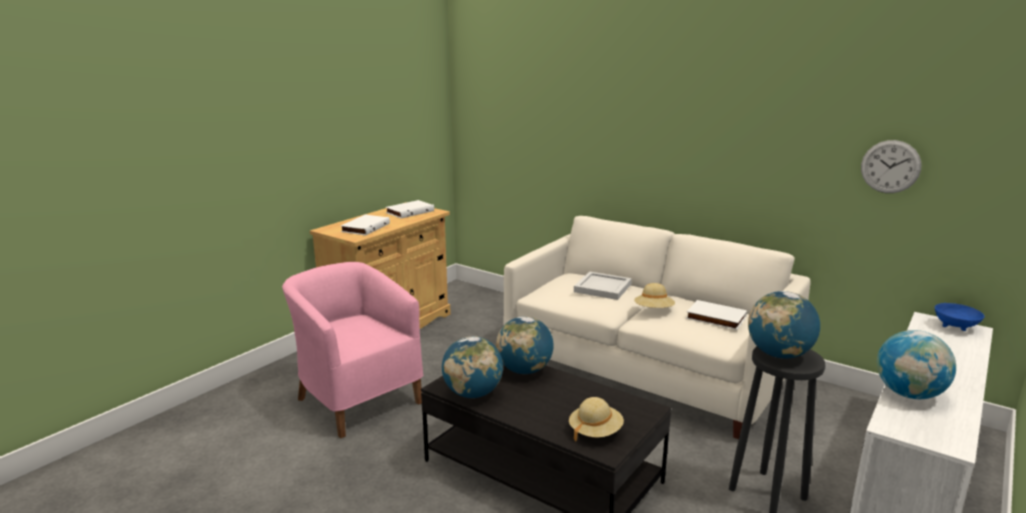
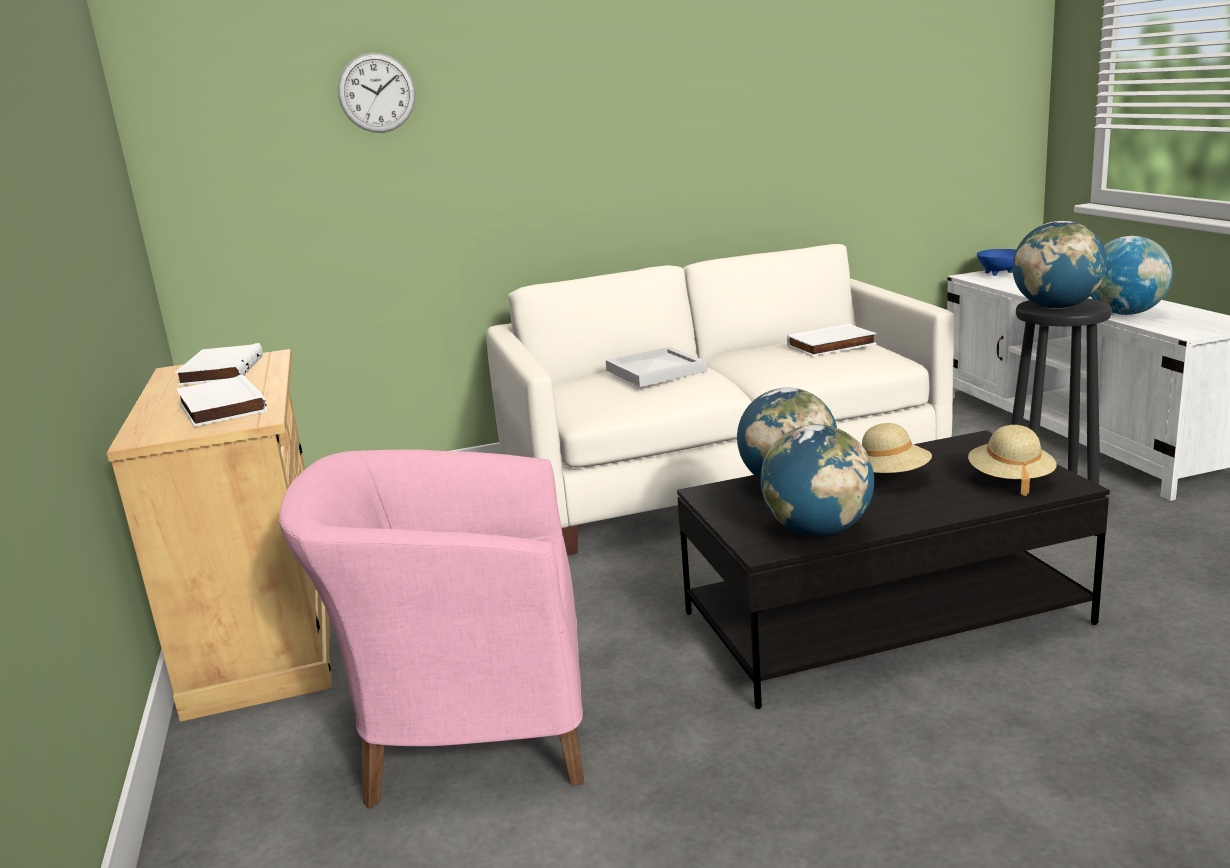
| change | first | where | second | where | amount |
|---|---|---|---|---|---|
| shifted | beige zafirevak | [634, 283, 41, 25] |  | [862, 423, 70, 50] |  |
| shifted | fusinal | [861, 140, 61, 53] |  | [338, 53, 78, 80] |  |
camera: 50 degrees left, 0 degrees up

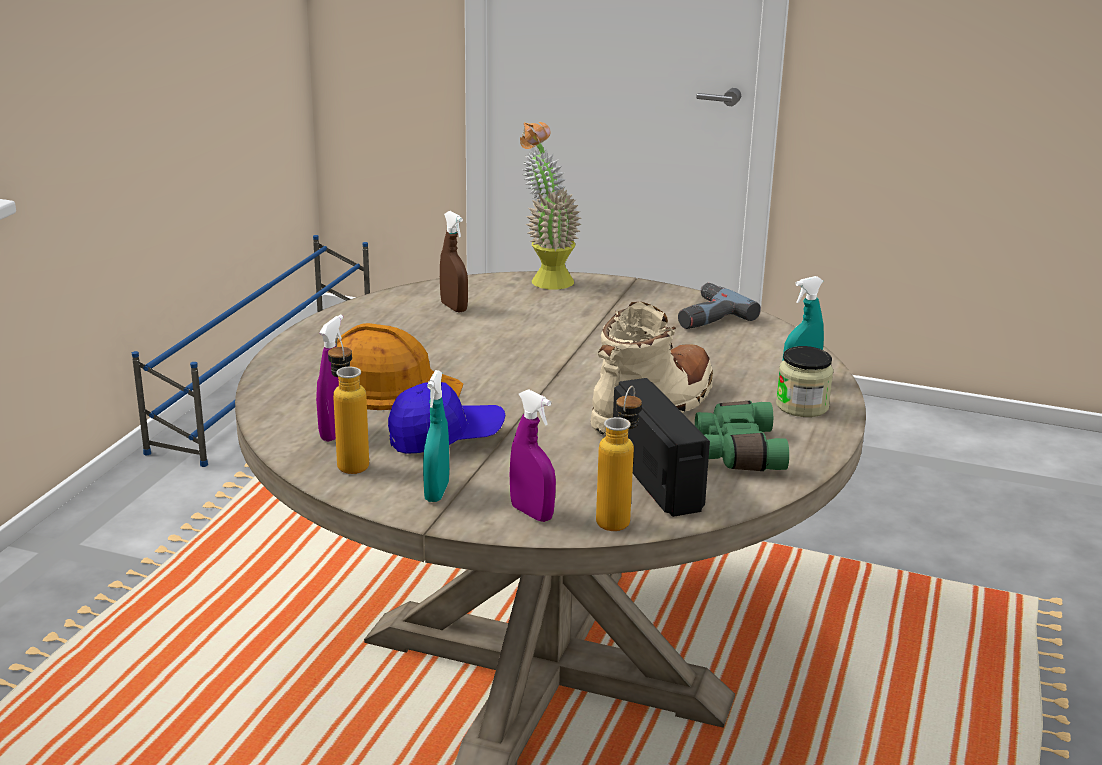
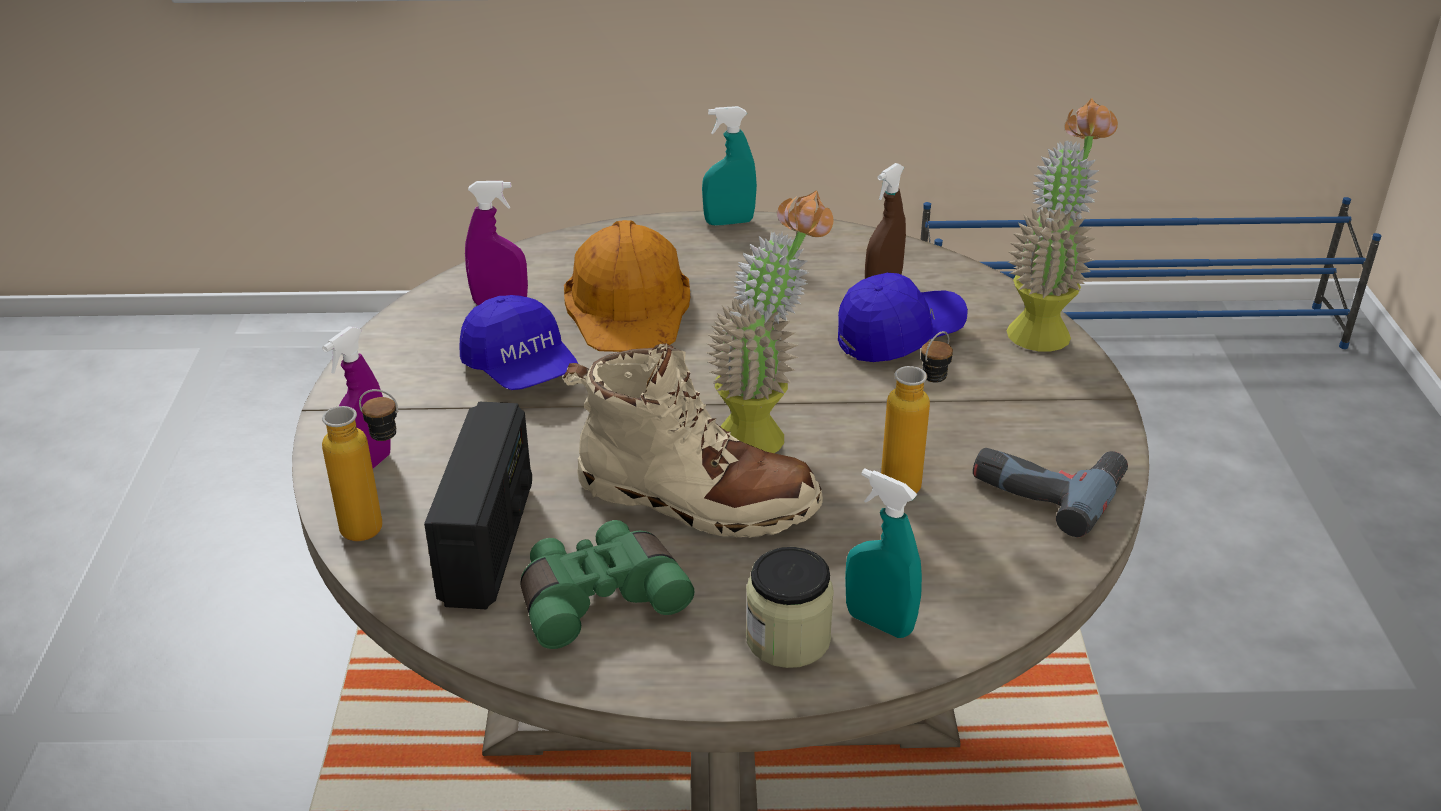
| change | first | where | second | where | amount |
|---|---|---|---|---|---|
| shifted | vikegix | [328, 337, 41, 137] |  | [881, 331, 72, 162] |  |
| shifted | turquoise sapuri | [423, 370, 26, 132] |  | [702, 106, 55, 119] |  |
| rotated | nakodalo | [613, 378, 97, 139] |  | [424, 402, 108, 207] | 45 degrees counterclockwise |
| new |  |  | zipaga | [706, 191, 127, 262] |  |
| new |  |  | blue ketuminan | [838, 272, 130, 90] |  |
camera: 70 degrees right, 10 degrees up

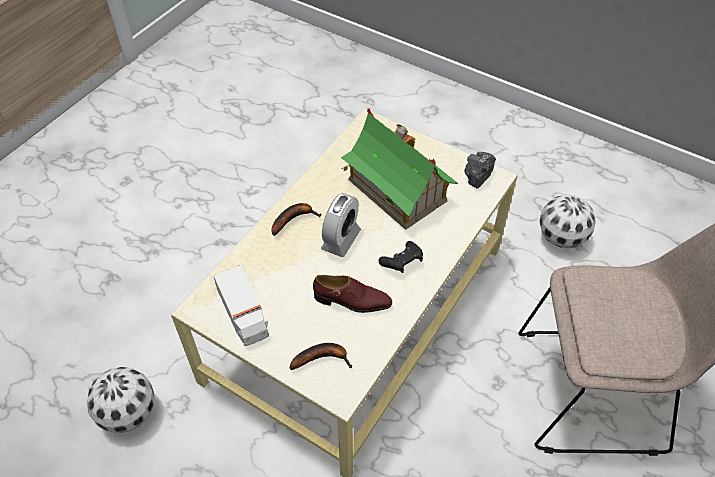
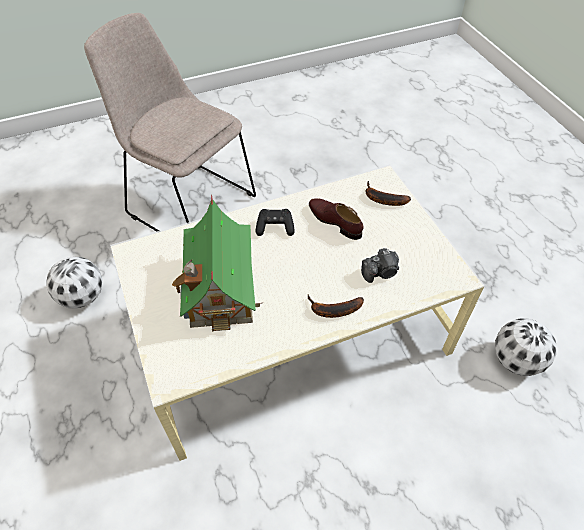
| change | first | where | second | where | amount |
|---|---|---|---|---|---|
| gone | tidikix | [213, 265, 56, 81] |  |  |  |
| gone | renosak | [321, 193, 40, 64] |  |  |  |
| shifted | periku | [464, 152, 32, 37] |  | [361, 248, 38, 35] |  |
camera: 145 degrees left, 0 degrees up

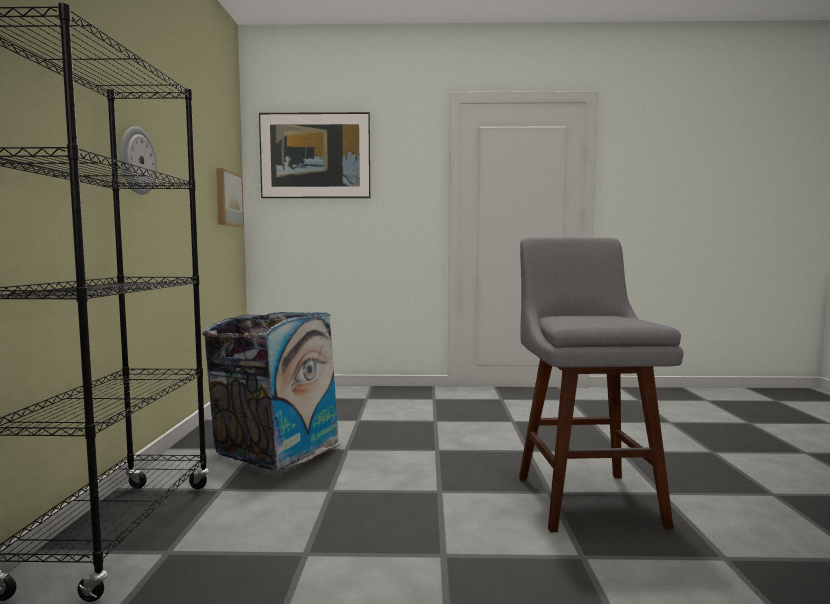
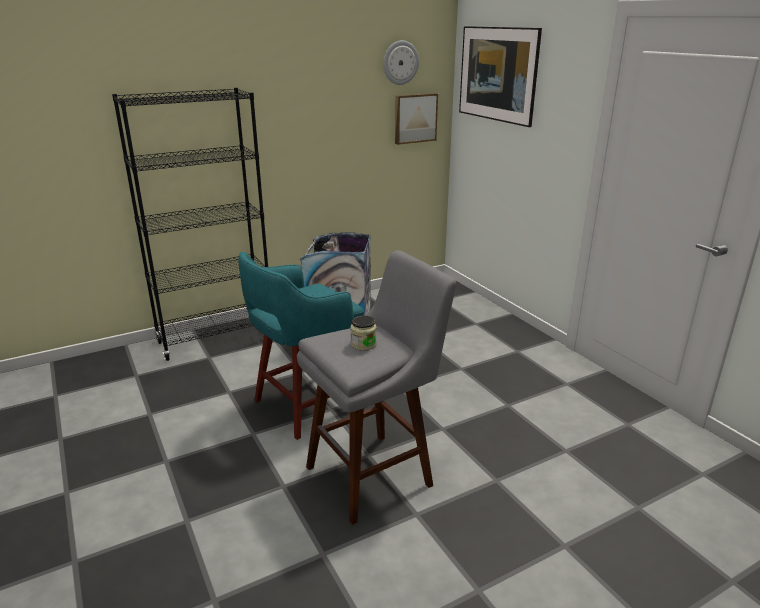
| change | first | where | second | where | amount |
|---|---|---|---|---|---|
| shifted | fusinal | [120, 126, 37, 69] |  | [383, 40, 36, 45] |  |
| new |  |  | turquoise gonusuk | [238, 252, 129, 188] |  |
| new |  |  | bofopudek | [350, 315, 27, 36] |  |
camera: 60 degrees right, 20 degrees up

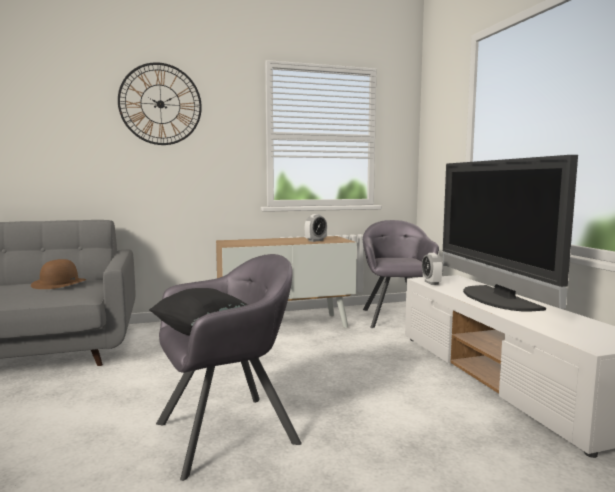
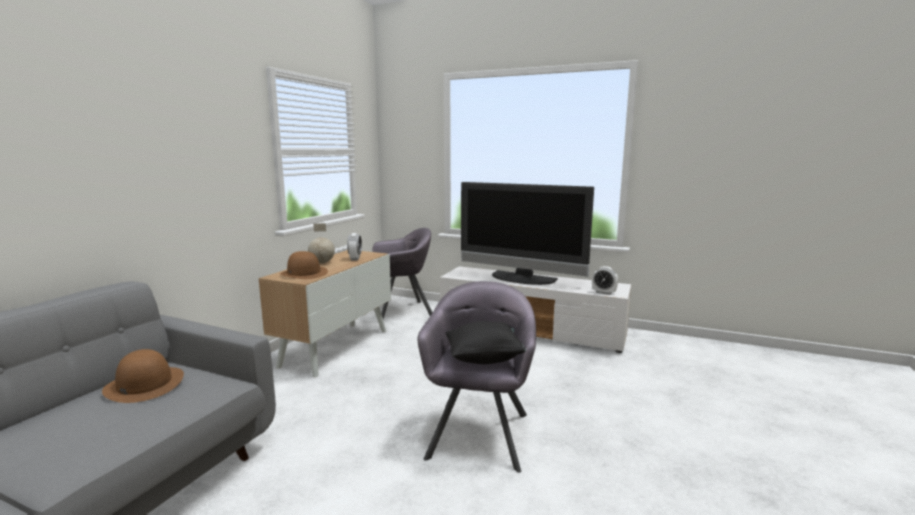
| change | first | where | second | where | amount |
|---|---|---|---|---|---|
| gone | fusinal | [118, 62, 84, 83] |  |  |  |
| rotated | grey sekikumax | [363, 220, 76, 108] |  | [372, 228, 61, 96] | 120 degrees clockwise |
| shifted | renosak | [422, 253, 21, 32] |  | [592, 266, 26, 29] |  |
| new |  |  | brown zafirevak | [280, 251, 48, 28] |  |
| new |  |  | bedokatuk | [308, 223, 27, 40] |  |
camera: 50 degrees left, 5 degrees up

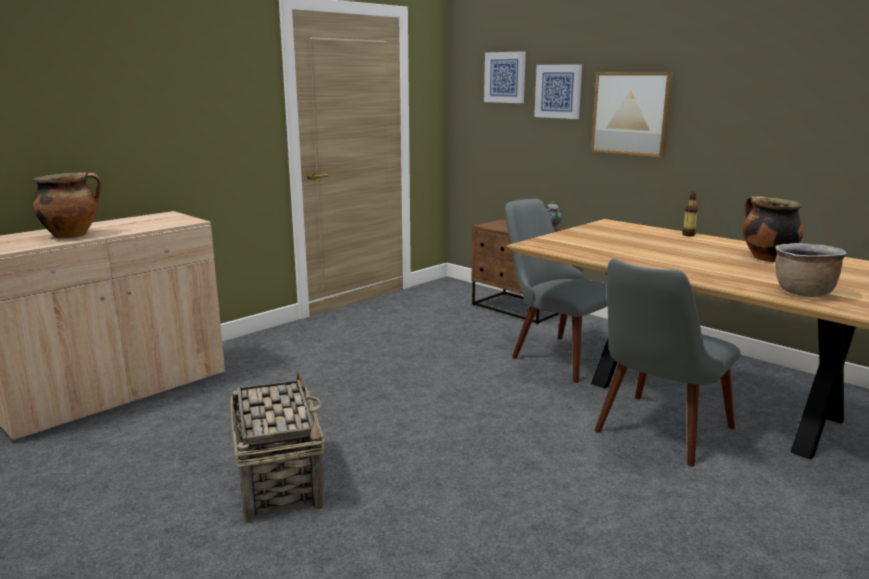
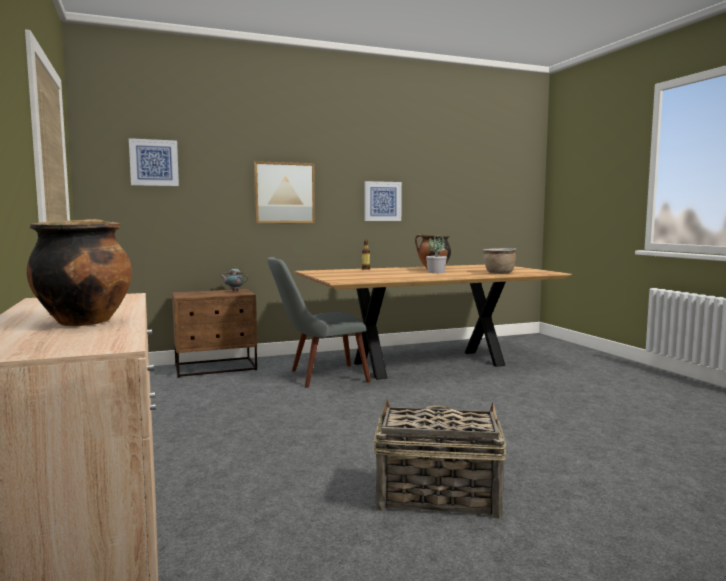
| change | first | where | second | where | amount |
|---|---|---|---|---|---|
| shifted | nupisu | [534, 64, 48, 55] |  | [365, 181, 37, 40] |  |
| gone | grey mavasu | [595, 258, 145, 209] |  |  |  |
| new |  |  | zipaga | [426, 236, 21, 37] |  |
camera: 65 degrees left, 10 degrees down

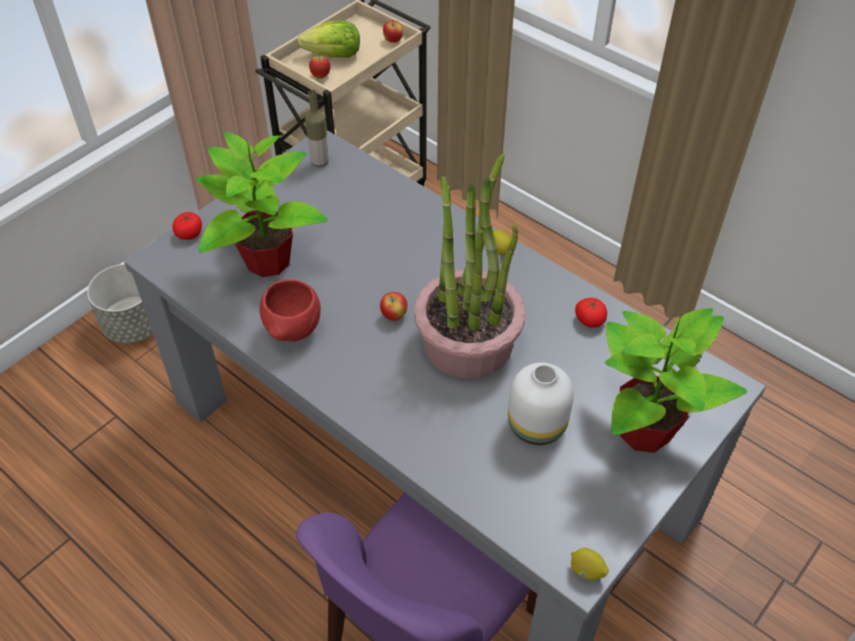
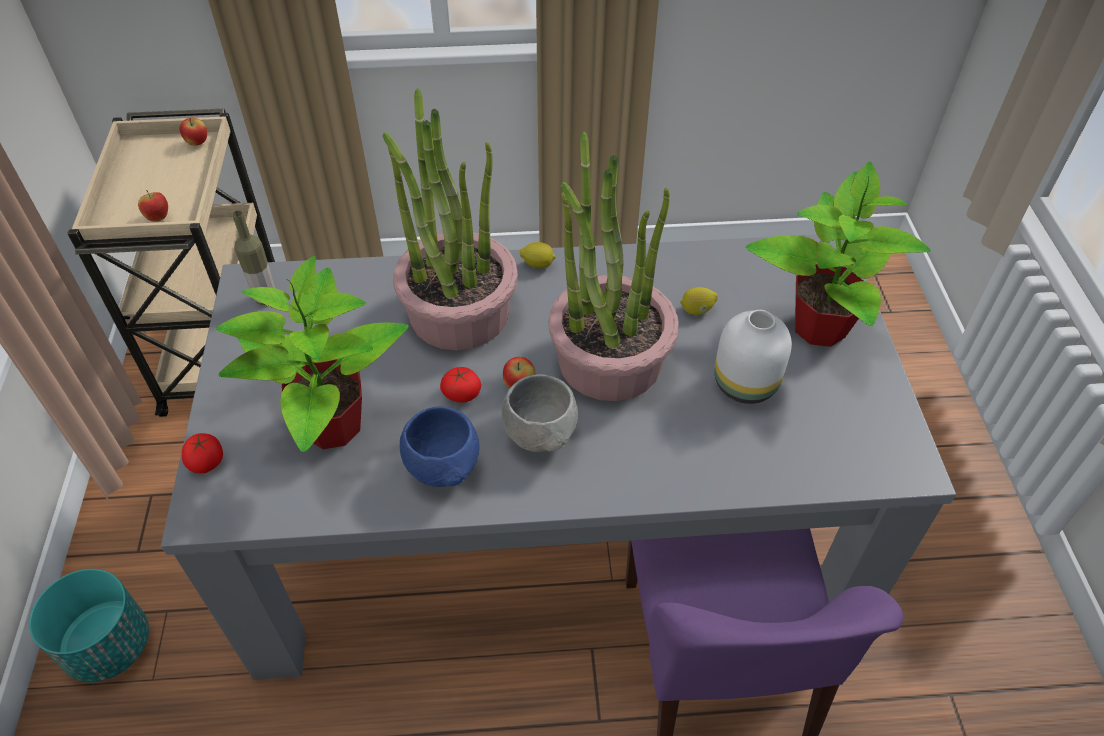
| change | first | where | second | where | amount |
|---|---|---|---|---|---|
| repainted | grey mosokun | [87, 264, 66, 80] | turquoise mosokun | [29, 569, 120, 113] |  |
| repainted | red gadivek | [259, 279, 62, 63] | blue gadivek | [400, 406, 79, 81] |  |
| gone | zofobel | [297, 21, 63, 37] |  |  |  |
| shifted | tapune | [571, 548, 38, 32] |  | [680, 287, 38, 28] |  |
| shifted | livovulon | [575, 298, 32, 30] |  | [440, 367, 41, 35] |  |
| new |  |  | zipaga | [383, 88, 135, 262] |  |
| new |  |  | grey gadivek | [501, 374, 77, 78] |  |
camera: 45 degrees left, 0 degrees up

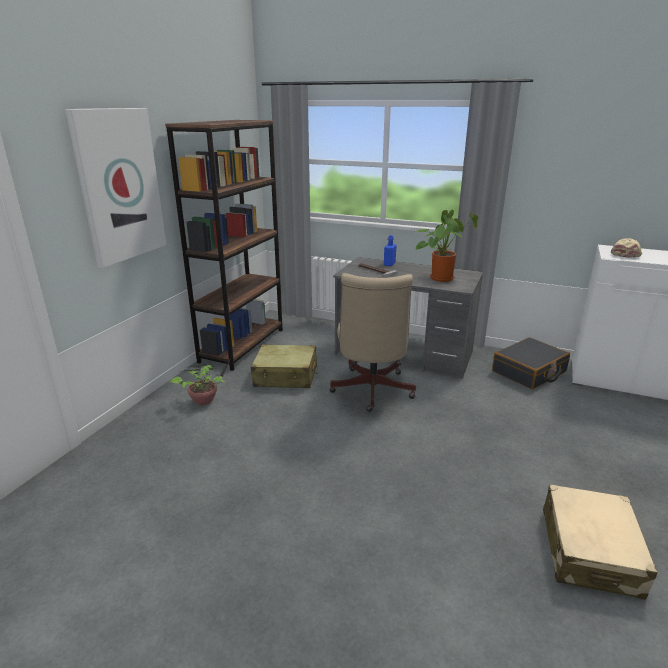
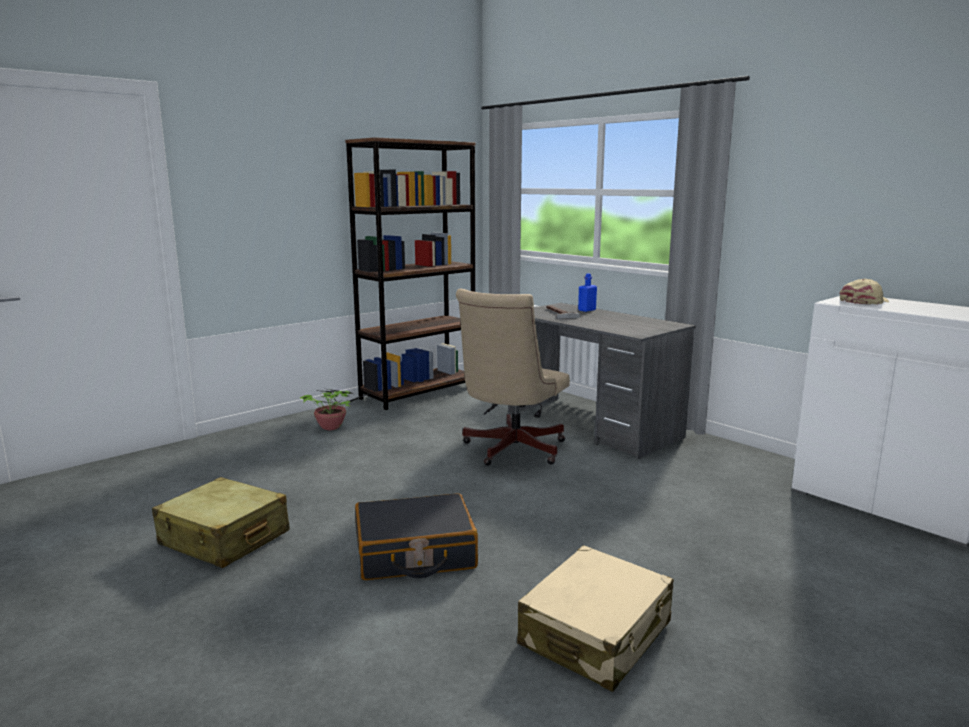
| change | first | where | second | where | amount |
|---|---|---|---|---|---|
| gone | nupisu | [65, 108, 102, 160] |  |  |  |
| shifted | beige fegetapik | [251, 345, 67, 43] |  | [152, 477, 138, 91] |  |
| gone | zipaga | [415, 210, 63, 72] |  |  |  |
| shifted | black fegetapik | [492, 337, 78, 52] |  | [355, 493, 123, 87] |  |
camera: 25 degrees right, 10 degrees down

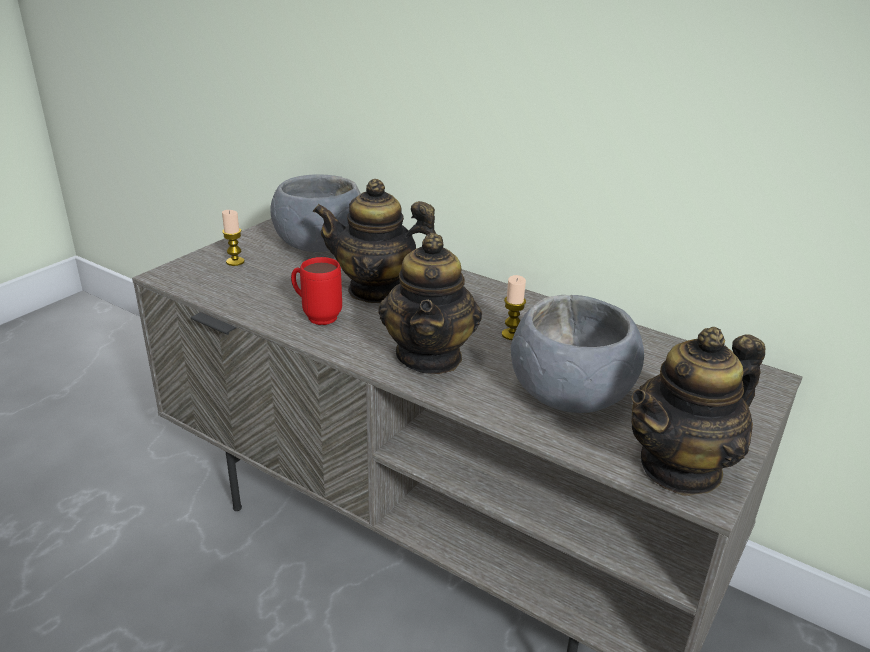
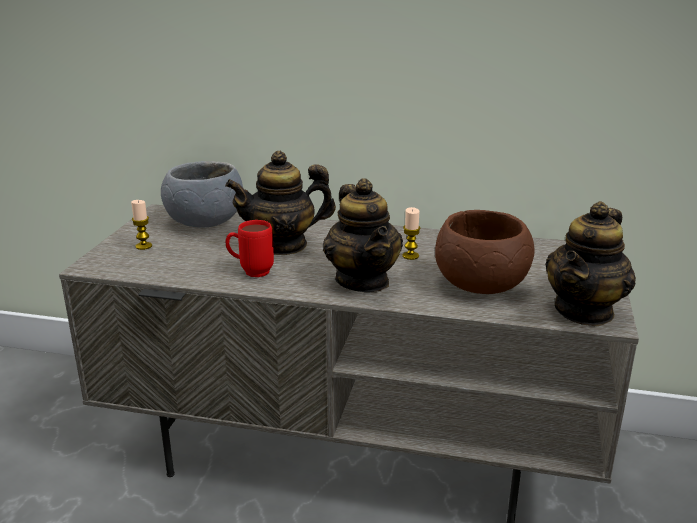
| change | first | where | second | where | amount |
|---|---|---|---|---|---|
| repainted | grey gadivek | [511, 295, 133, 118] | brown gadivek | [435, 210, 100, 84] |  |
camera: 20 degrees left, 5 degrees down

